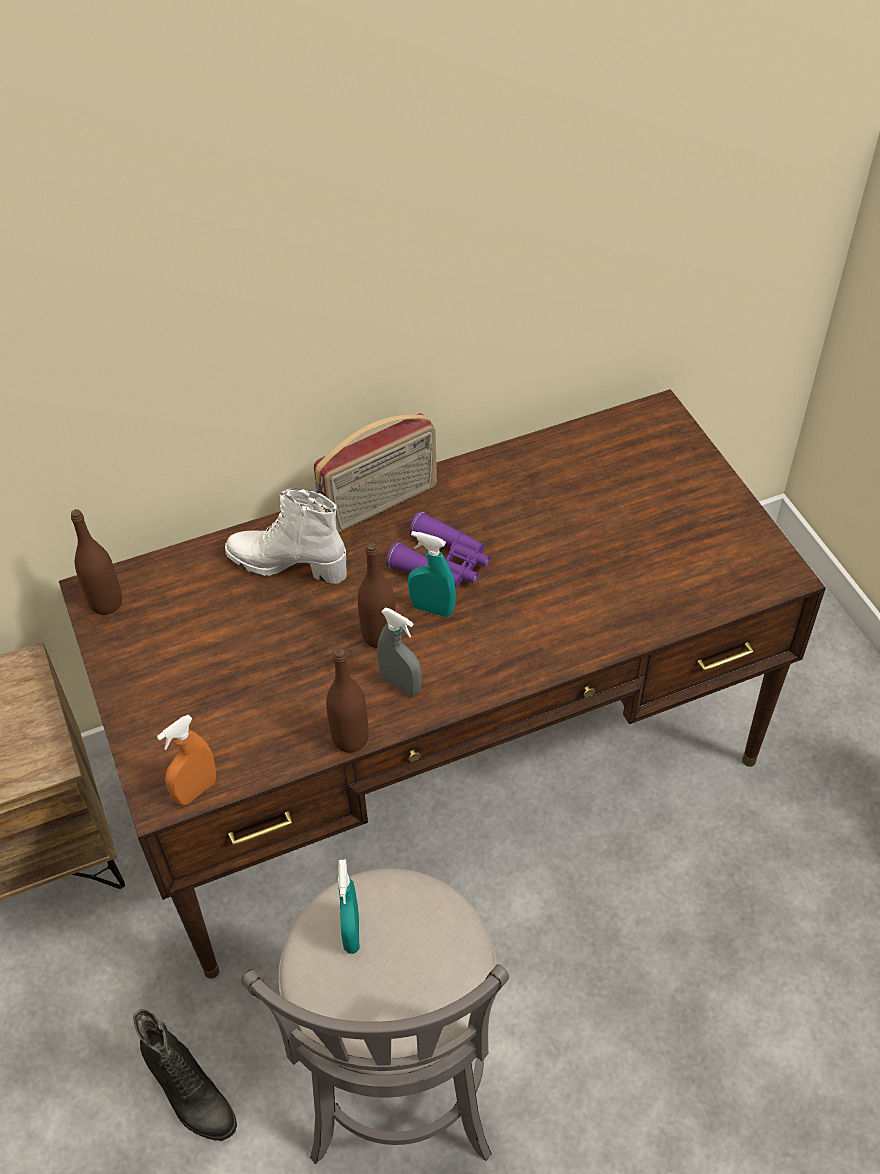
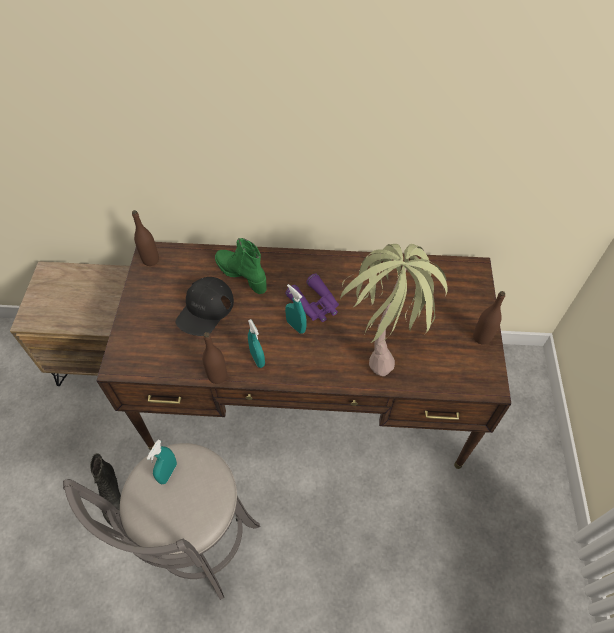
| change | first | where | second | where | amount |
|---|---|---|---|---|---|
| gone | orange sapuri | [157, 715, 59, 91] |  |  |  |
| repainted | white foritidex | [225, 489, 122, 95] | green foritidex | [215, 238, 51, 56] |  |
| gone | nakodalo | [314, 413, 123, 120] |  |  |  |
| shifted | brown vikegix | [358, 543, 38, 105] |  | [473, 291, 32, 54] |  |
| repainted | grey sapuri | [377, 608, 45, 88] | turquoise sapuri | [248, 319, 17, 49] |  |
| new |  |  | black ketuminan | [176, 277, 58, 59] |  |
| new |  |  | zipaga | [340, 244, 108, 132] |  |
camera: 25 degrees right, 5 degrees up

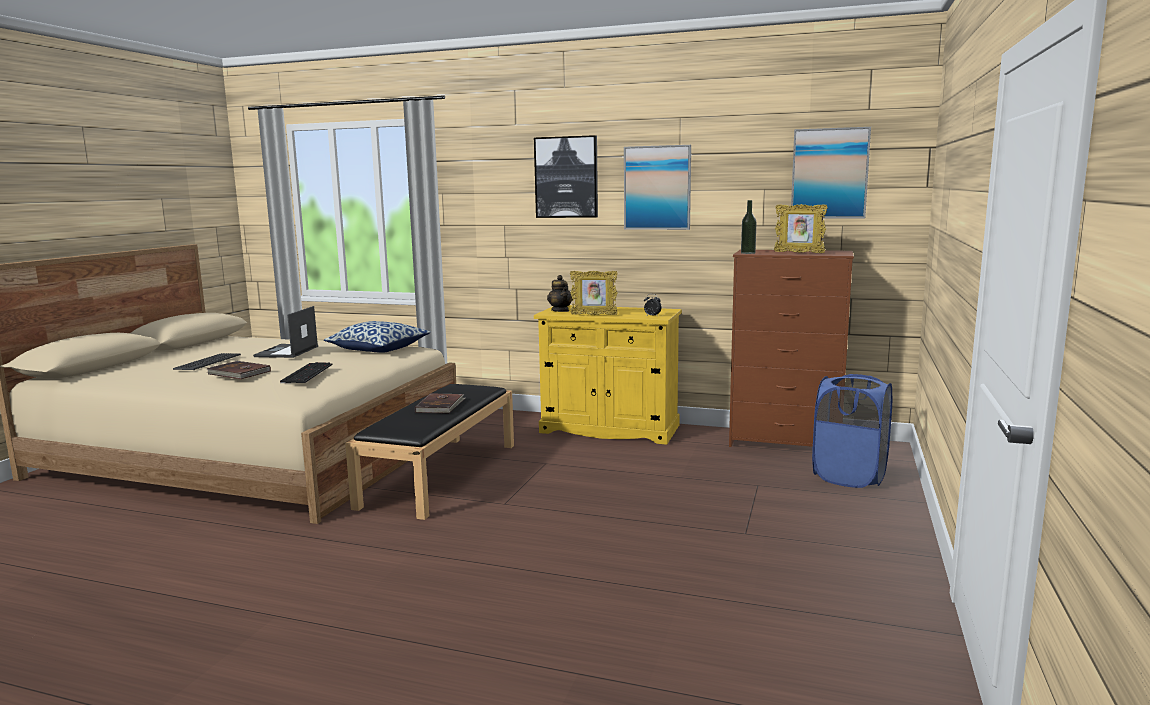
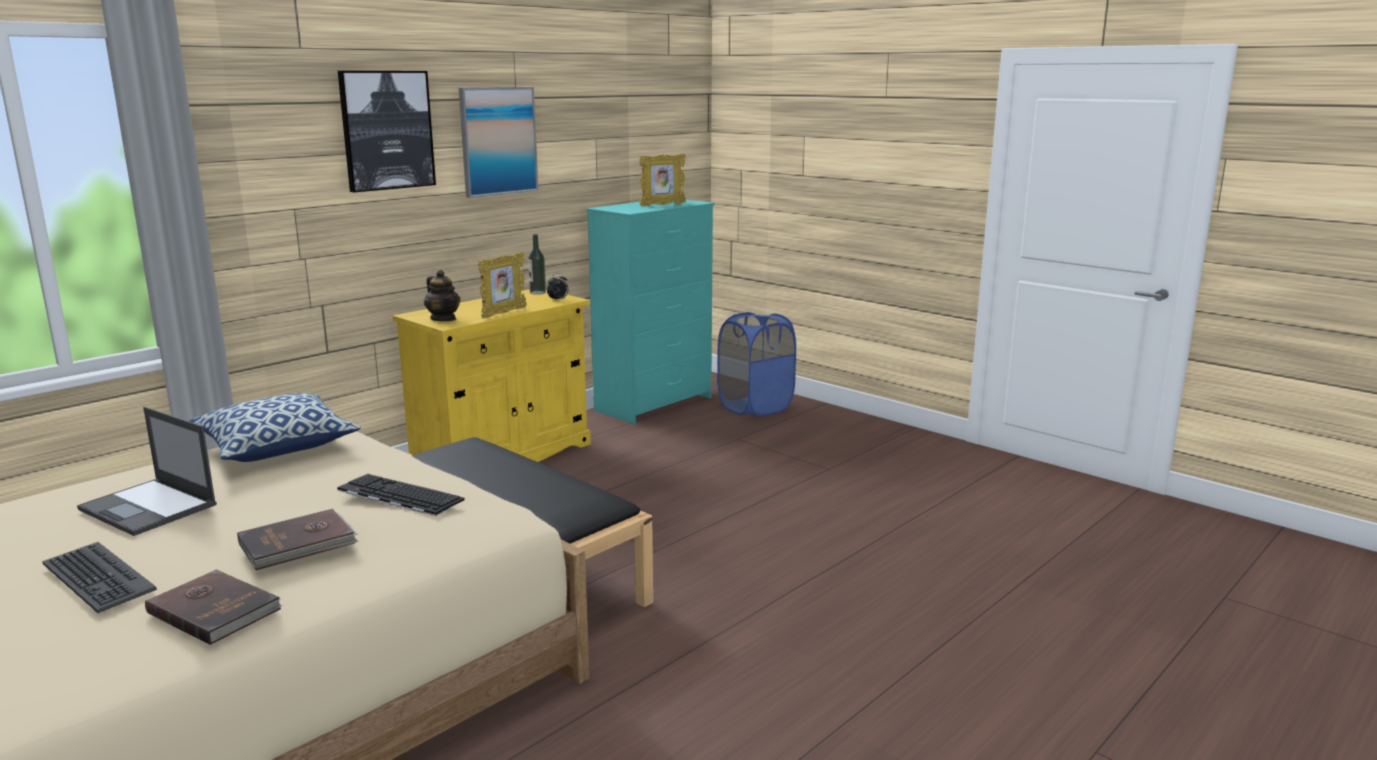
| change | first | where | second | where | amount |
|---|---|---|---|---|---|
| shifted | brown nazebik | [415, 393, 51, 21] |  | [145, 569, 137, 76] |  |
| rotated | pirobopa | [547, 275, 26, 37] |  | [424, 270, 36, 51] | 45 degrees clockwise |
| repainted | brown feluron | [729, 250, 125, 197] | turquoise feluron | [587, 200, 128, 224] |  |
| shifted | vikegix | [741, 200, 16, 54] |  | [528, 234, 18, 61] |  |
| gone | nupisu | [791, 127, 80, 92] |  |  |  |
camera: 65 degrees left, 5 degrees up

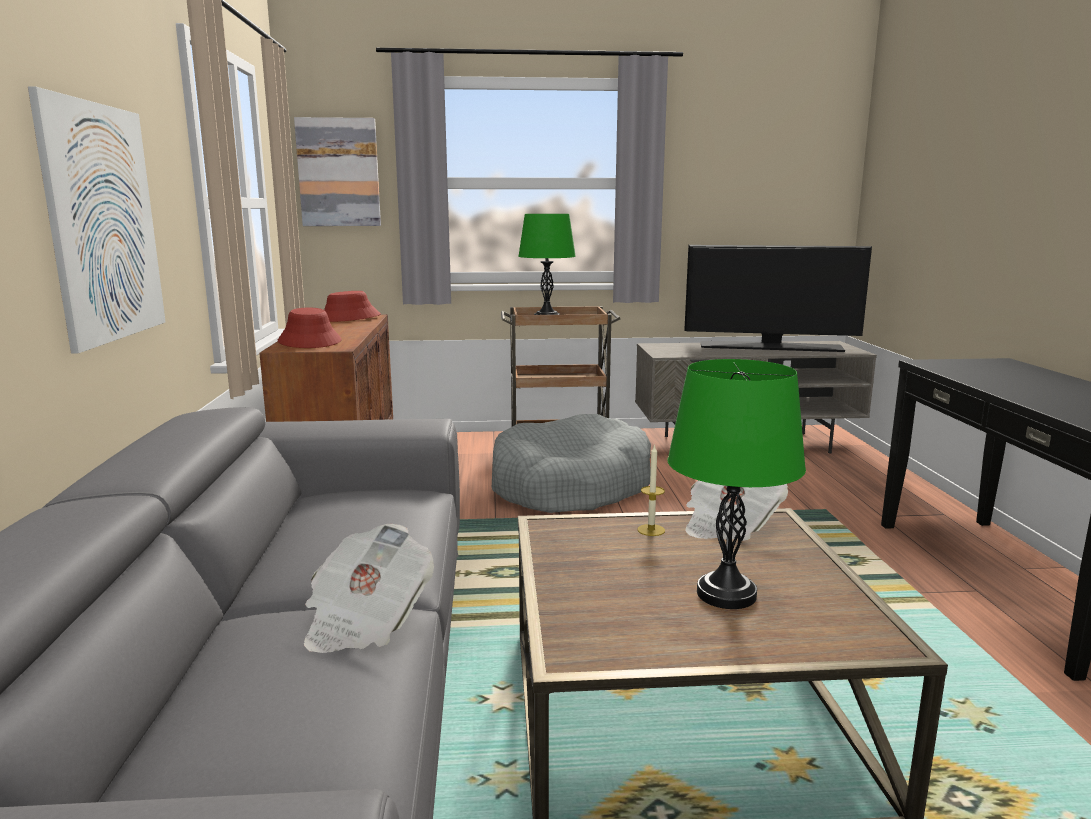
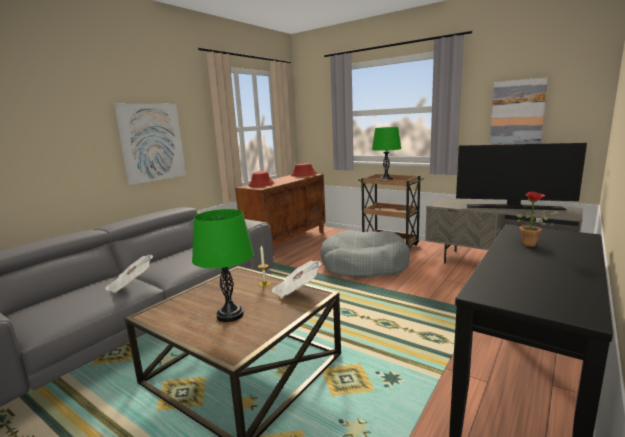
| change | first | where | second | where | amount |
|---|---|---|---|---|---|
| shifted | nupisu | [294, 117, 87, 109] |  | [490, 77, 58, 67] |  |
| rotated | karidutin | [684, 245, 188, 107] |  | [456, 143, 131, 67] | 150 degrees clockwise |
| new |  |  | zipaga | [517, 192, 43, 55] |  |
camera: 40 degrees right, 0 degrees up

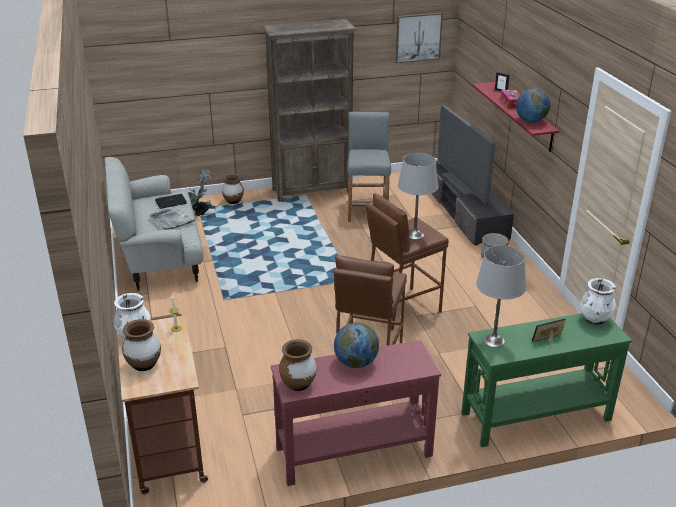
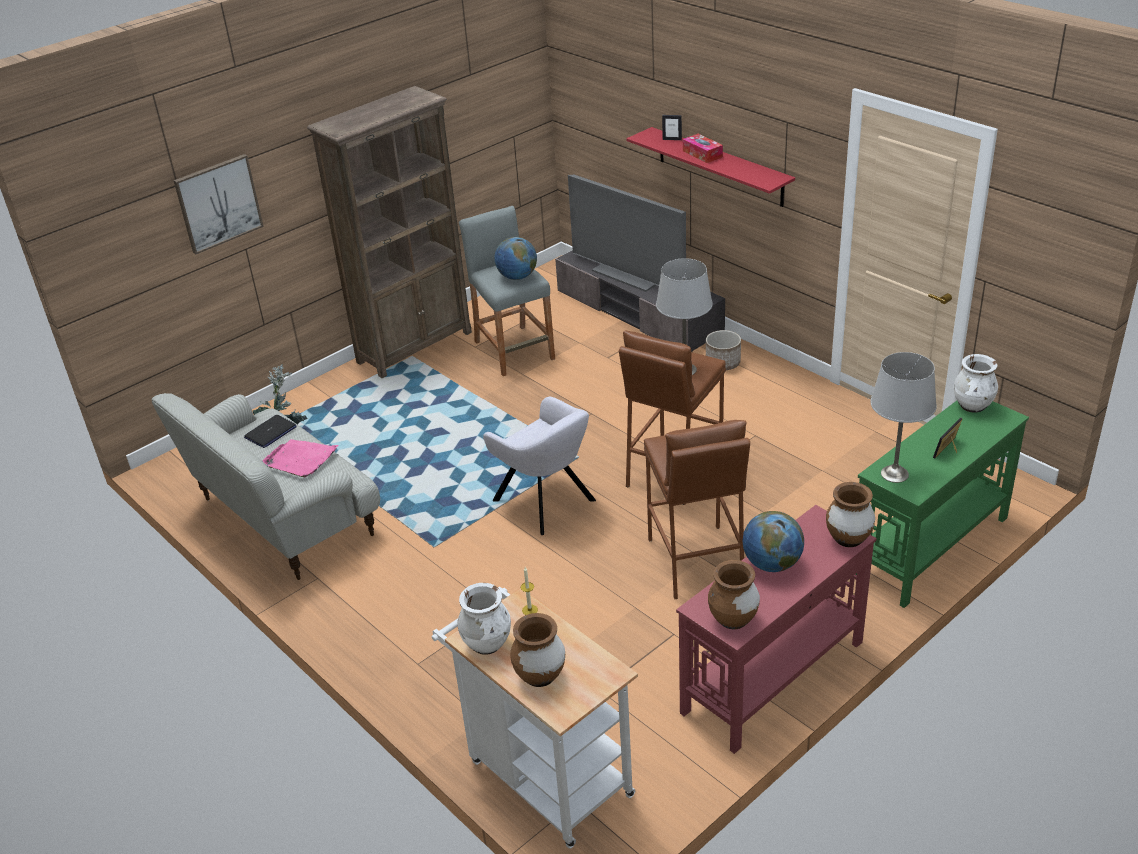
| change | first | where | second | where | amount |
|---|---|---|---|---|---|
| repainted | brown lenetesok | [117, 312, 91, 182] | white lenetesok | [432, 587, 206, 262] |  |
| repainted | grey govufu | [150, 209, 46, 21] | pink govufu | [262, 439, 77, 38] |  |
| shifted | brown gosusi | [222, 174, 22, 30] |  | [826, 482, 49, 65] |  |
| shifted | nupisu | [396, 13, 47, 50] |  | [174, 154, 90, 100] |  |
| shifted | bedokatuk | [516, 88, 34, 35] |  | [494, 237, 43, 43] |  |
| new |  |  | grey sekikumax | [483, 397, 113, 138] |  |
camera: 25 degrees left, 5 degrees up

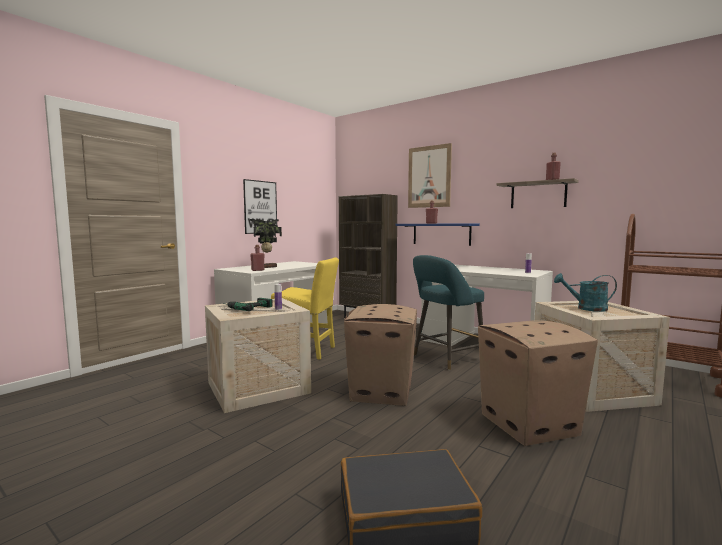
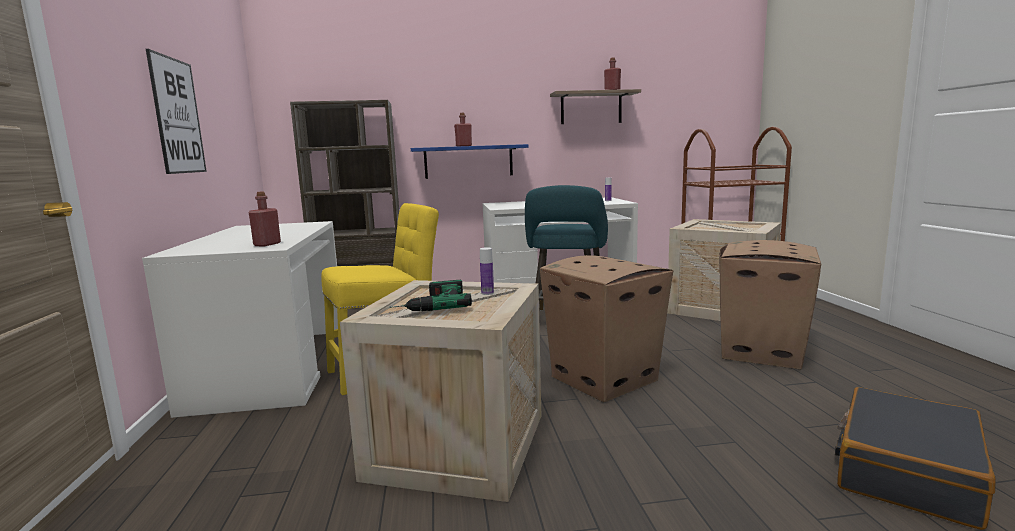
| change | first | where | second | where | amount |
|---|---|---|---|---|---|
| gone | zipaga | [250, 219, 32, 49] |  |  |  |
| gone | nupisu | [408, 143, 44, 65] |  |  |  |
| gone | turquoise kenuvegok | [554, 273, 63, 39] |  |  |  |
camera: 45 degrees left, 5 degrees up

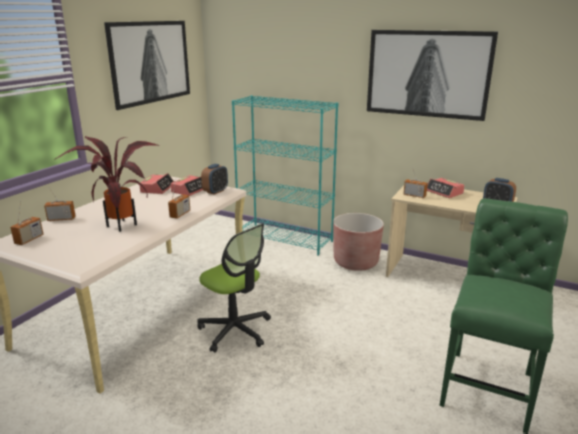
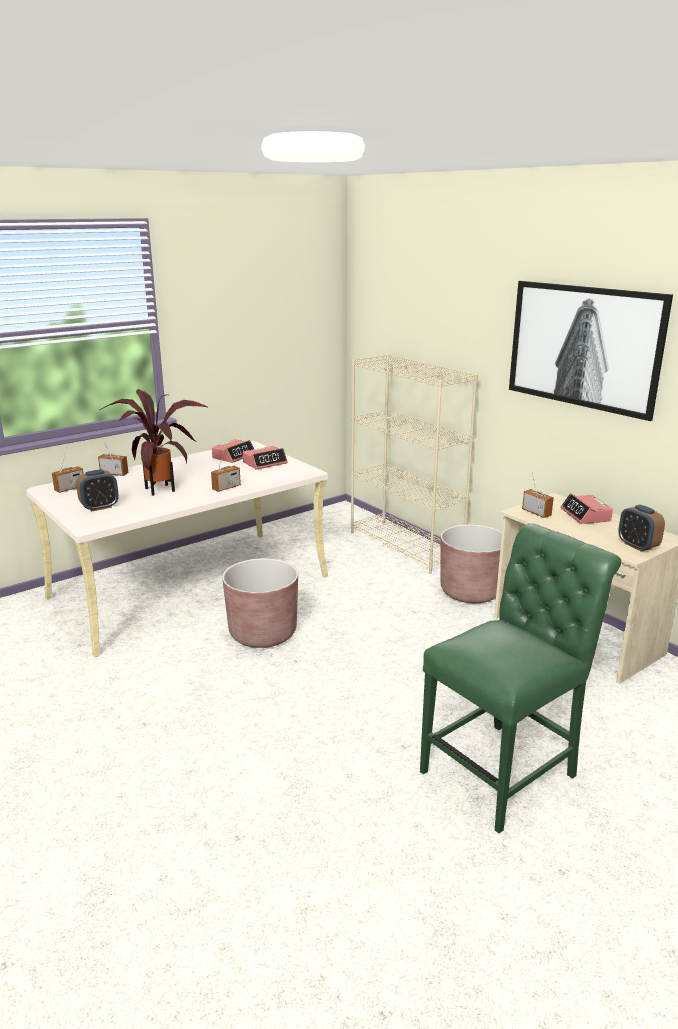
| change | first | where | second | where | amount |
|---|---|---|---|---|---|
| gone | nupisu | [104, 21, 86, 89] |  |  |  |
| swapped | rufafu | [197, 224, 74, 129] | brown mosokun | [222, 558, 76, 90] |  |
| shifted | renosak | [201, 164, 27, 31] |  | [76, 469, 43, 42] |  |
| repainted | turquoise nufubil | [232, 95, 106, 160] | beige nufubil | [351, 354, 127, 220] |  |
camera: 25 degrees right, 0 degrees up

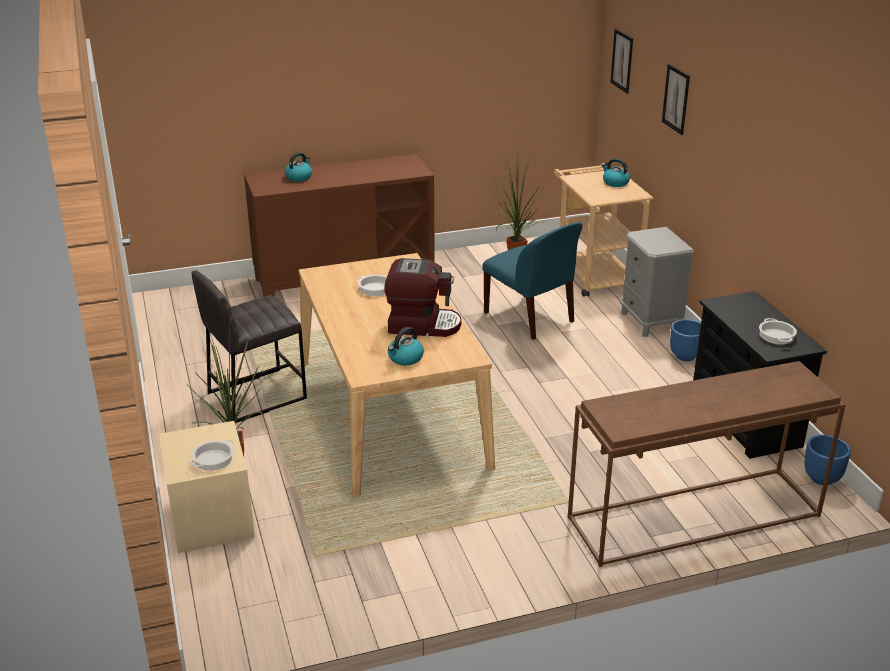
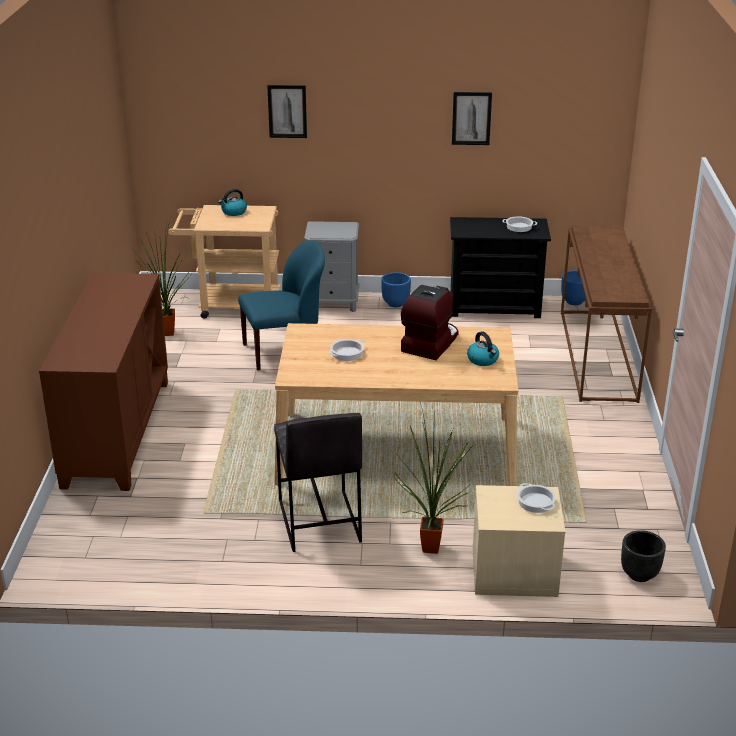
| change | first | where | second | where | amount |
|---|---|---|---|---|---|
| gone | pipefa | [285, 152, 27, 30] |  |  |  |
| shifted | nupisu | [610, 29, 23, 65] |  | [452, 92, 40, 53] |  |
| new |  |  | black mosokun | [621, 530, 45, 52] |  |
camera: 70 degrees left, 0 degrees up

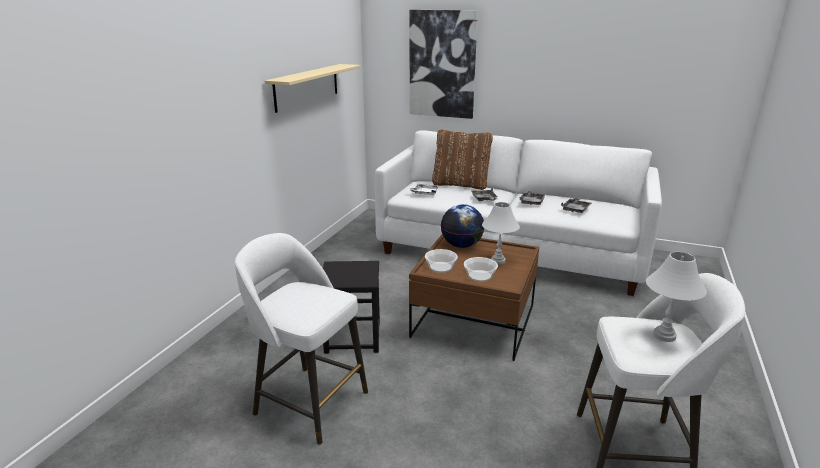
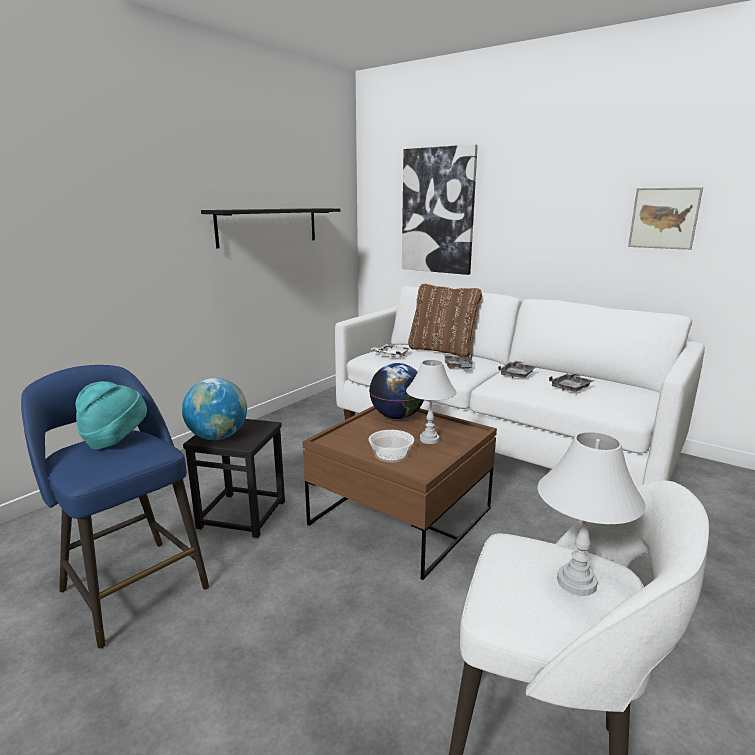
| change | first | where | second | where | amount |
|---|---|---|---|---|---|
| repainted | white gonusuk | [235, 233, 133, 211] | blue gonusuk | [21, 365, 188, 283] |  |
| repainted | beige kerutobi | [265, 64, 96, 49] | black kerutobi | [201, 208, 139, 40] |  |
| gone | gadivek | [425, 249, 33, 24] |  |  |  |
| new |  |  | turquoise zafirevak | [75, 381, 72, 68] |  |
| new |  |  | bedokatuk | [182, 378, 65, 62] |  |
| new |  |  | nupisu | [628, 187, 75, 63] |  |
camera: 15 degrees right, 5 degrees down

